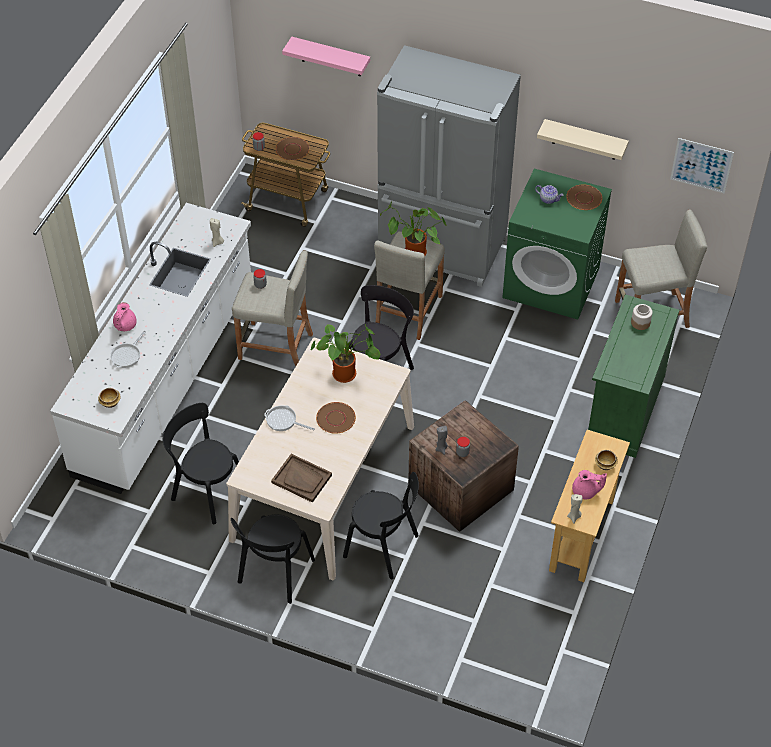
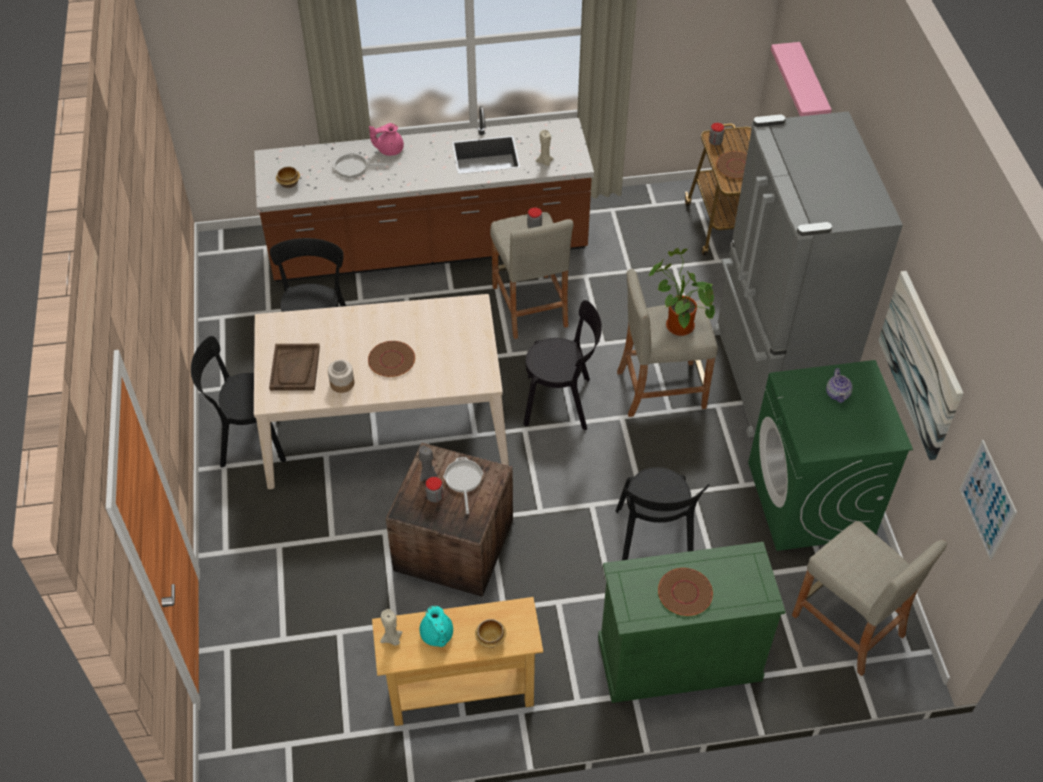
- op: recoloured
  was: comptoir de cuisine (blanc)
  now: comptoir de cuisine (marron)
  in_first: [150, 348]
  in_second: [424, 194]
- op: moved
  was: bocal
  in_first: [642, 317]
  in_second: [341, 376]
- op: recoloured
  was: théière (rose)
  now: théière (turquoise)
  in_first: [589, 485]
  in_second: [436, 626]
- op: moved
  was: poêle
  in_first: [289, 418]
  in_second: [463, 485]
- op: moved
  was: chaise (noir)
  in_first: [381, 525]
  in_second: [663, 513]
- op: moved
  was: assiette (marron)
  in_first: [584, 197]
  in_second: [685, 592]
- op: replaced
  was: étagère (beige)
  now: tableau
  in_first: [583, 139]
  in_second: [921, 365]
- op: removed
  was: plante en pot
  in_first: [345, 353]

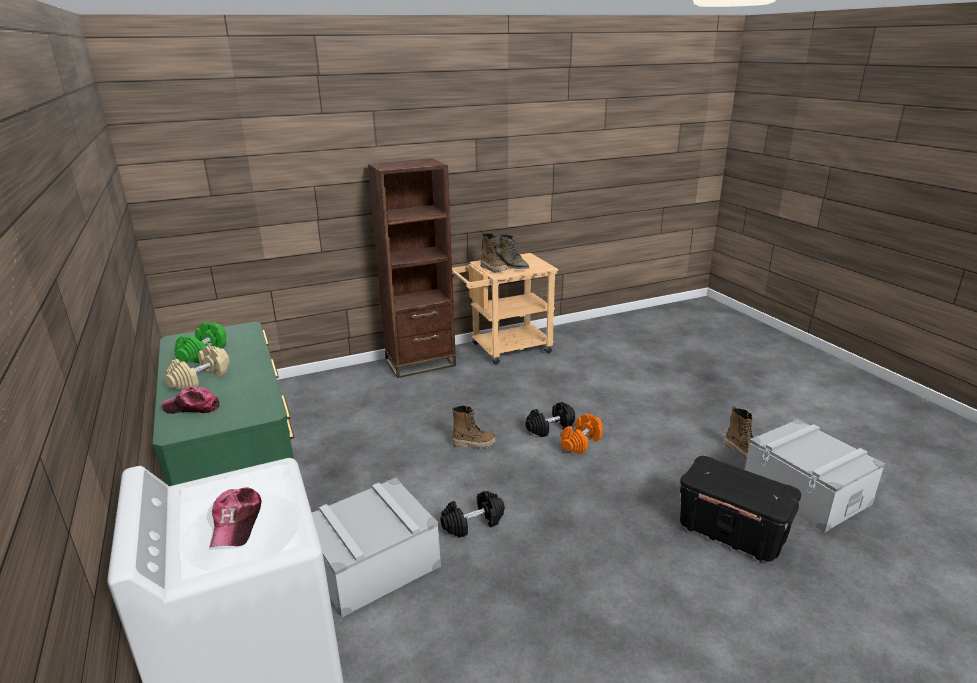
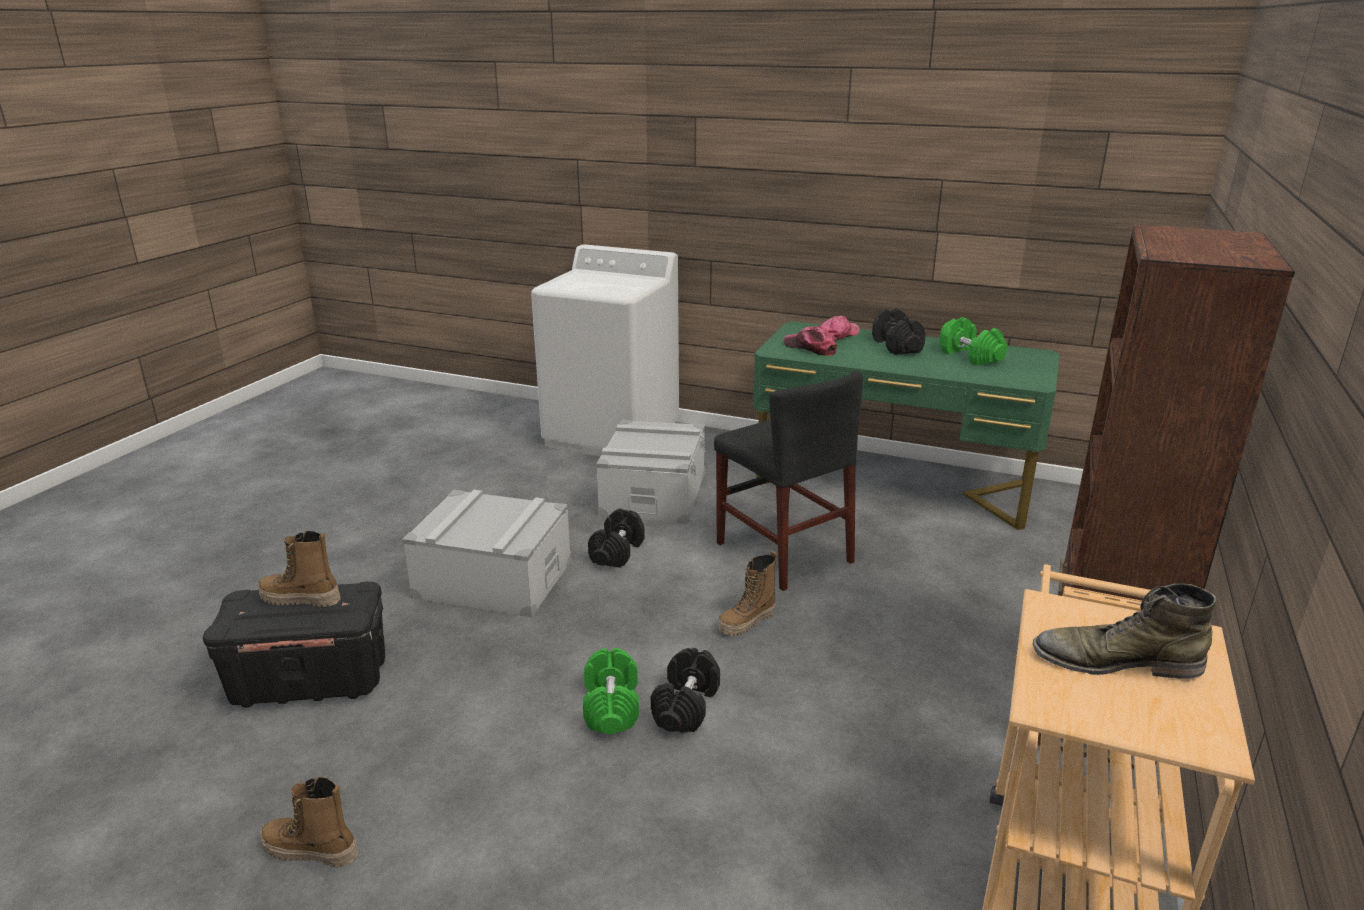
- op: moved
  was: botte
  in_first: [493, 251]
  in_second: [299, 569]
- op: moved
  was: boîte de rangement (gris)
  in_first: [815, 476]
  in_second: [486, 553]
- op: recoloured
  was: haltère (orange)
  now: haltère (vert)
  in_first: [582, 434]
  in_second: [611, 691]
- op: added
  now: chaise (noir)
  in_second: [788, 481]
- op: moved
  was: casquette
  in_first: [236, 517]
  in_second: [810, 341]
- op: recoloured
  was: haltère (beige)
  now: haltère (noir)
  in_first: [197, 367]
  in_second: [899, 331]

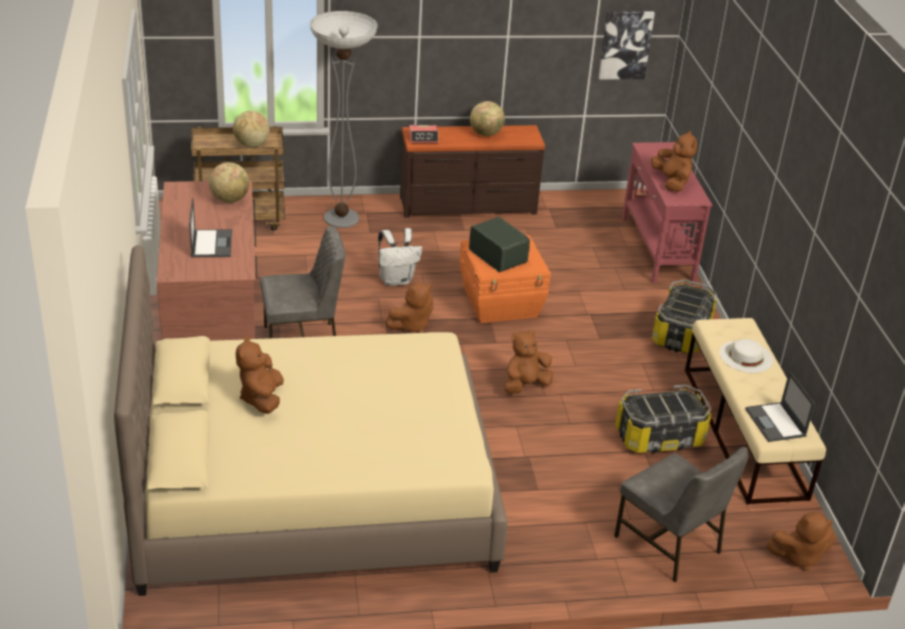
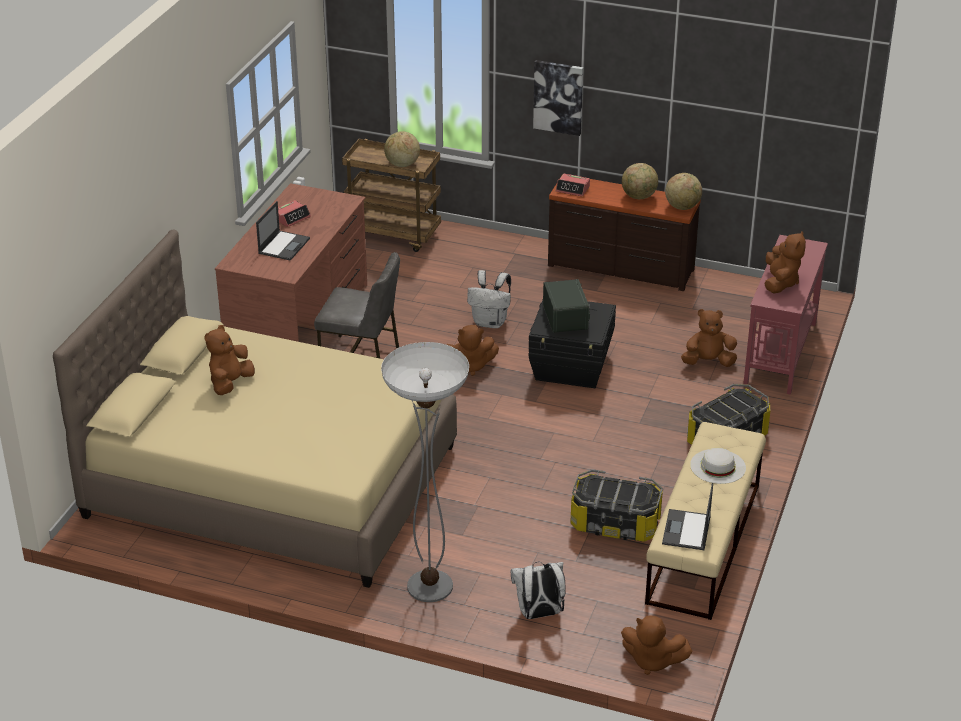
- op: added
  now: réveil
  in_second: [294, 213]
- op: moved
  was: lampadaire
  in_first: [344, 119]
  in_second: [425, 472]
- op: replaced
  was: chaise (gris)
  now: sac à dos (blanc)
  in_first: [681, 514]
  in_second: [538, 590]
- op: recoloured
  was: boîte de rangement (orange)
  now: boîte de rangement (noir)
  in_first: [505, 279]
  in_second: [572, 344]
- op: moved
  was: tableau
  in_first: [627, 45]
  in_second: [558, 98]
- op: moved
  was: globe
  in_first: [229, 182]
  in_second: [683, 191]
- op: moved
  was: peluche (marron)
  in_first: [528, 361]
  in_second: [709, 338]

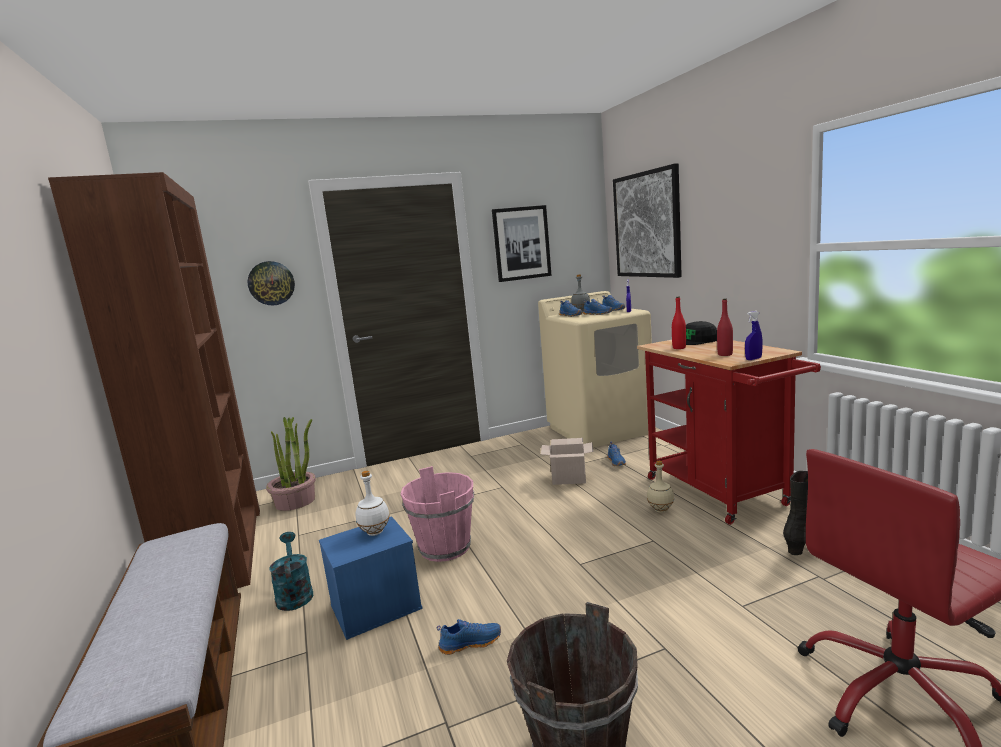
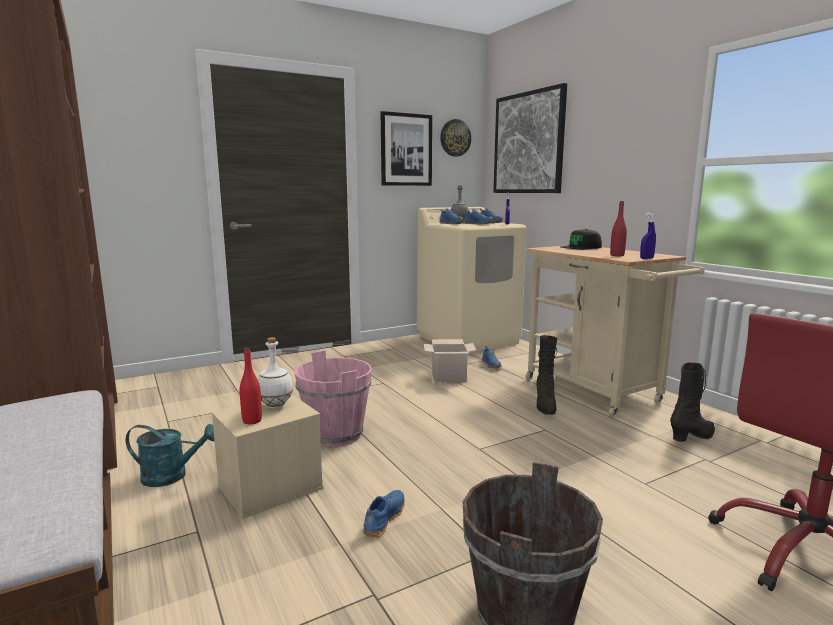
- op: turned
  was: arrosoir (turquoise)
  in_first: [291, 571]
  in_second: [170, 455]
  clockwise: 120
- op: recoloured
  was: boîte de rangement (bleu)
  now: boîte de rangement (beige)
  in_first: [371, 578]
  in_second: [267, 456]
- op: moved
  was: bouteille (rouge)
  in_first: [679, 323]
  in_second: [251, 386]
- op: turned
  was: chaussure (bleu)
  in_first: [469, 637]
  in_second: [384, 513]
  clockwise: -45
- op: moved
  was: horloge murale
  in_first: [271, 283]
  in_second: [455, 138]
- op: recoloured
  was: chariot (rouge)
  now: chariot (beige)
  in_first: [729, 432]
  in_second: [615, 331]
- op: replaced
  was: bouteille (beige)
  now: botte (noir)
  in_first: [660, 487]
  in_second: [546, 375]
- op: removed
  was: plante en pot
  in_first: [291, 464]

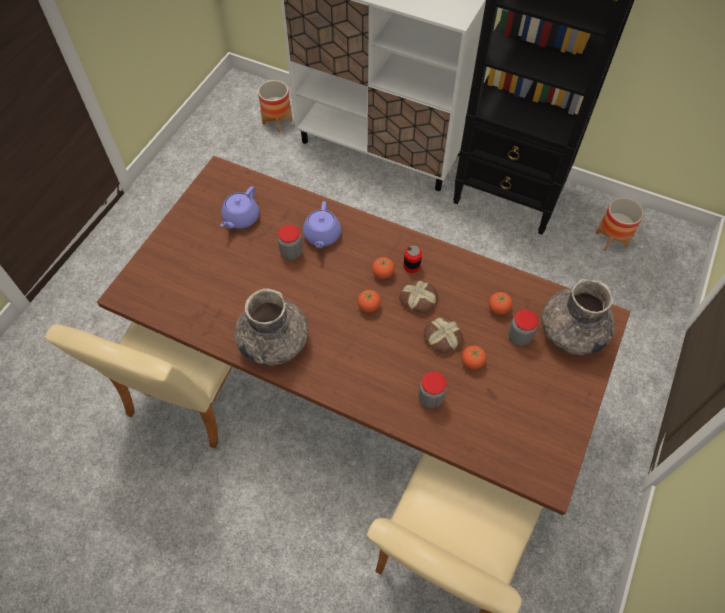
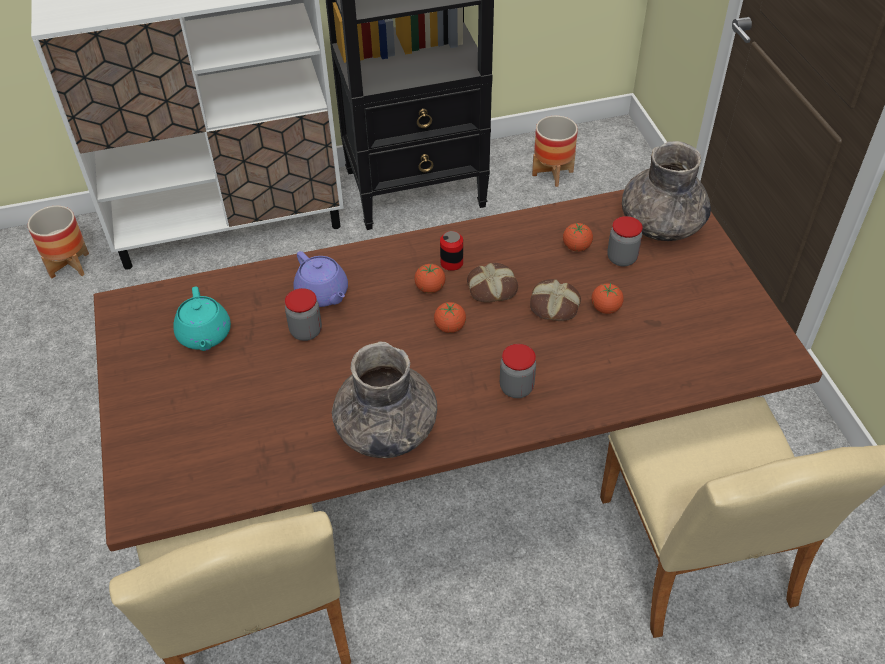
- op: recoloured
  was: théière (violet)
  now: théière (turquoise)
  in_first: [239, 207]
  in_second: [202, 318]
- op: moved
  was: bocal
  in_first: [432, 389]
  in_second: [518, 371]

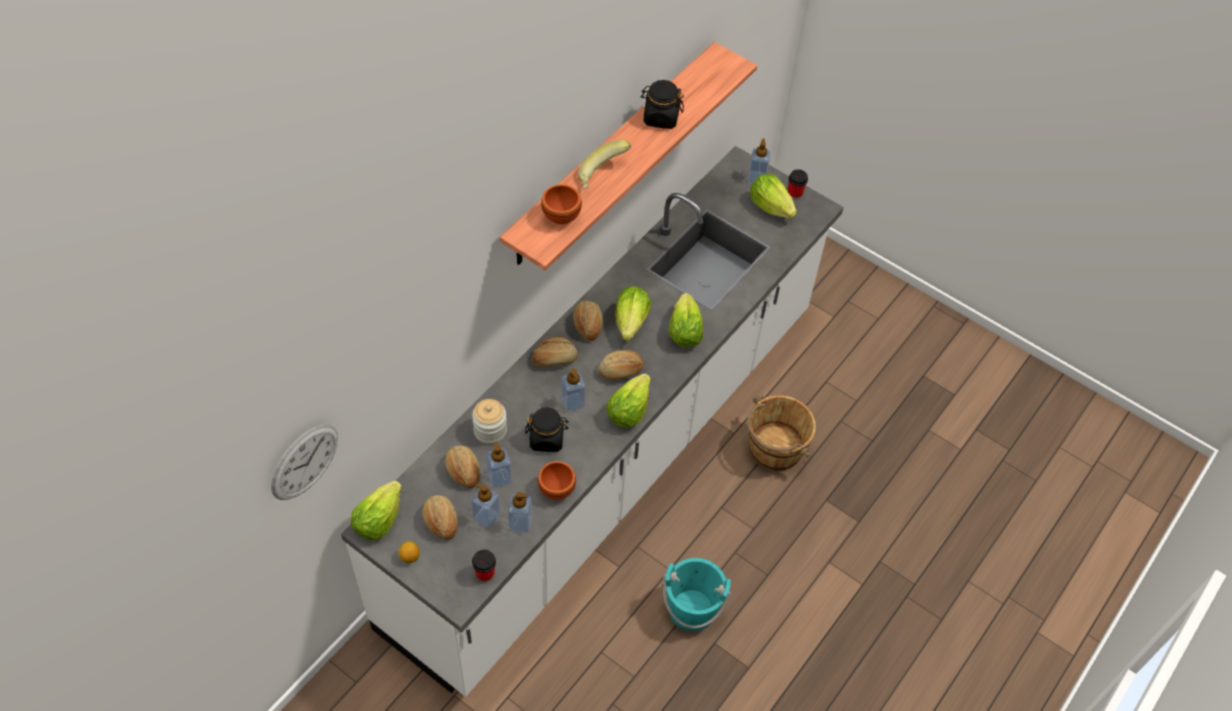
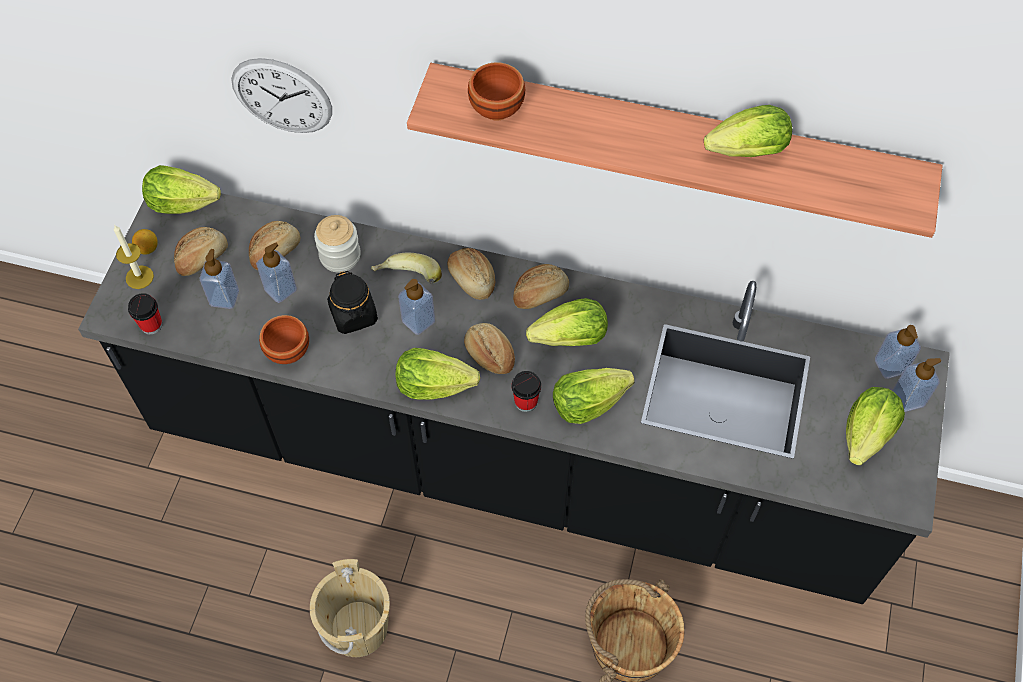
- op: recoloured
  was: comptoir de cuisine (blanc)
  now: comptoir de cuisine (noir)
  in_first: [592, 421]
  in_second: [514, 398]
- op: added
  now: bougie
  in_second: [134, 257]
- op: moved
  was: horloge murale
  in_first: [304, 462]
  in_second: [281, 95]
- op: recoloured
  was: seau (turquoise)
  now: seau (beige)
  in_first: [697, 595]
  in_second: [350, 608]
- op: moved
  was: banane
  in_first: [604, 164]
  in_second: [406, 268]
- op: moved
  was: tasse
  in_first: [798, 184]
  in_second: [526, 391]
- op: replaced
  was: bocal (noir)
  now: laitue
  in_first: [662, 104]
  in_second: [748, 131]
- op: moved
  was: distributeur de savon
  in_first: [520, 512]
  in_second: [898, 352]

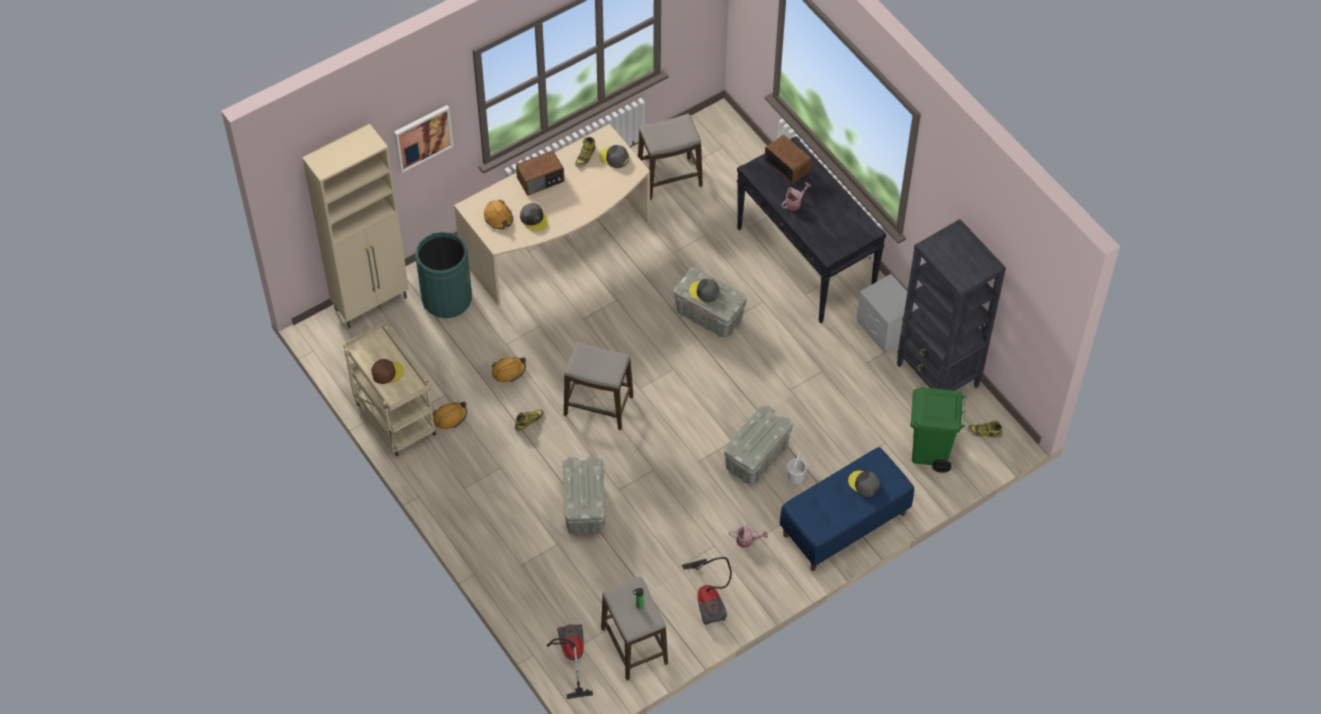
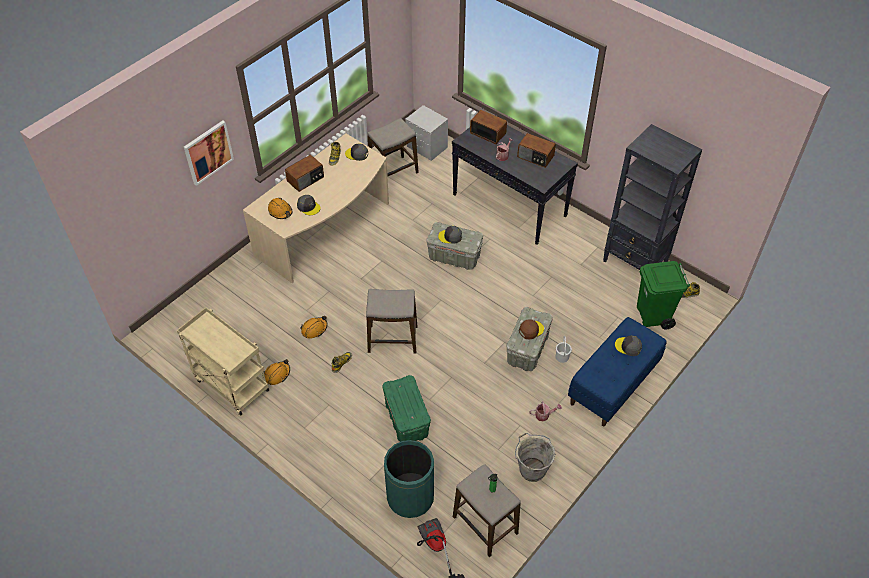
- op: recoloured
  was: boîte de rangement (gris)
  now: boîte de rangement (vert)
  in_first: [584, 496]
  in_second: [406, 408]
- op: moved
  was: poubelle (vert)
  in_first: [444, 275]
  in_second: [409, 479]
- op: moved
  was: table de chevet (gris)
  in_first: [888, 313]
  in_second: [426, 133]
- op: replaced
  was: aspirateur
  now: seau (gris)
  in_first: [707, 591]
  in_second: [535, 457]
- op: added
  now: radio
  in_second: [536, 150]
- op: moved
  was: casquette (marron)
  in_first: [387, 371]
  in_second: [531, 329]
- op: removed
  was: meuble de rangement (beige)
  in_first: [355, 226]

